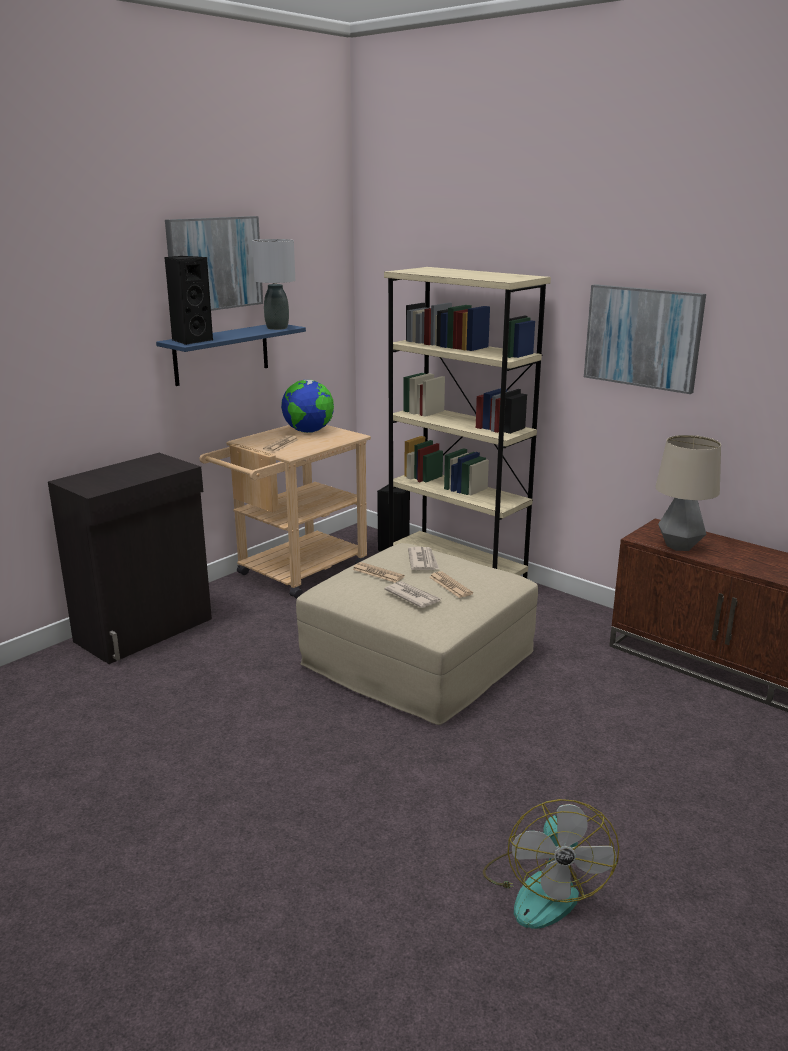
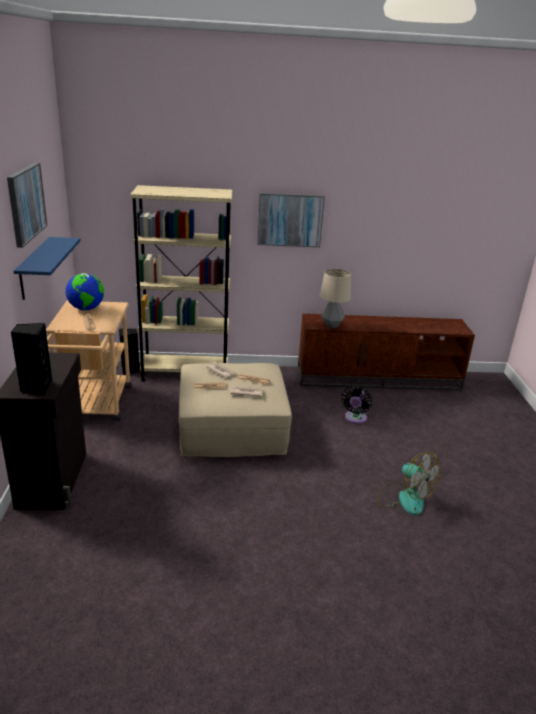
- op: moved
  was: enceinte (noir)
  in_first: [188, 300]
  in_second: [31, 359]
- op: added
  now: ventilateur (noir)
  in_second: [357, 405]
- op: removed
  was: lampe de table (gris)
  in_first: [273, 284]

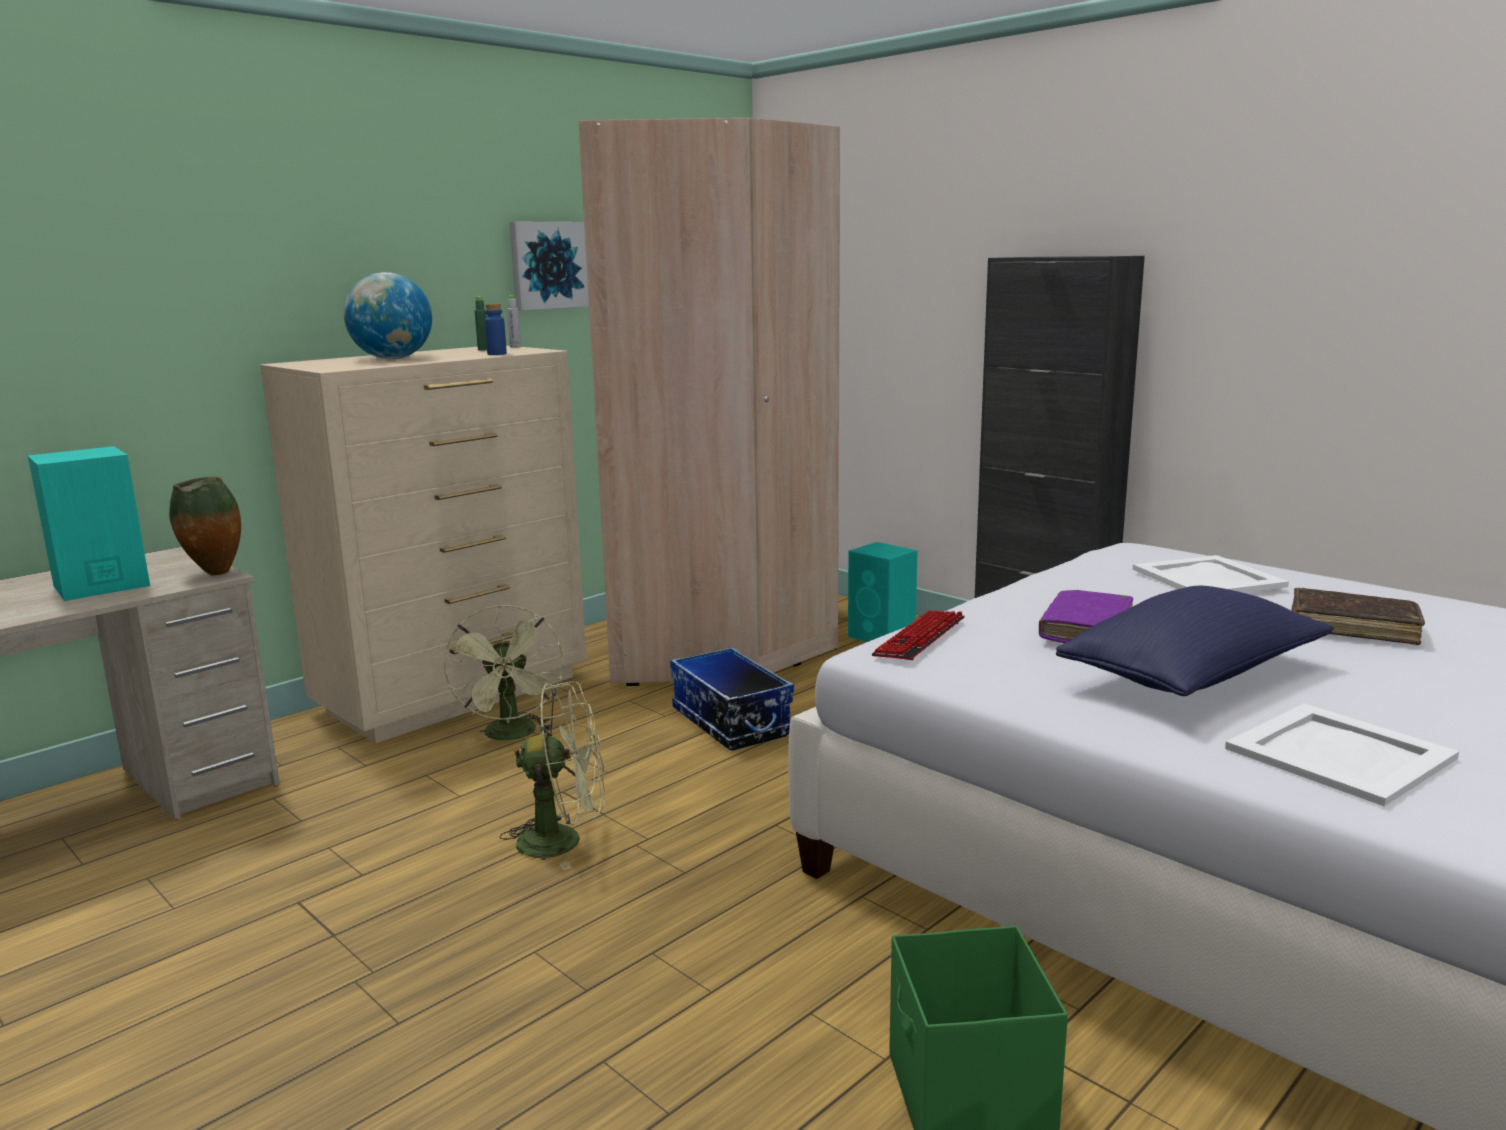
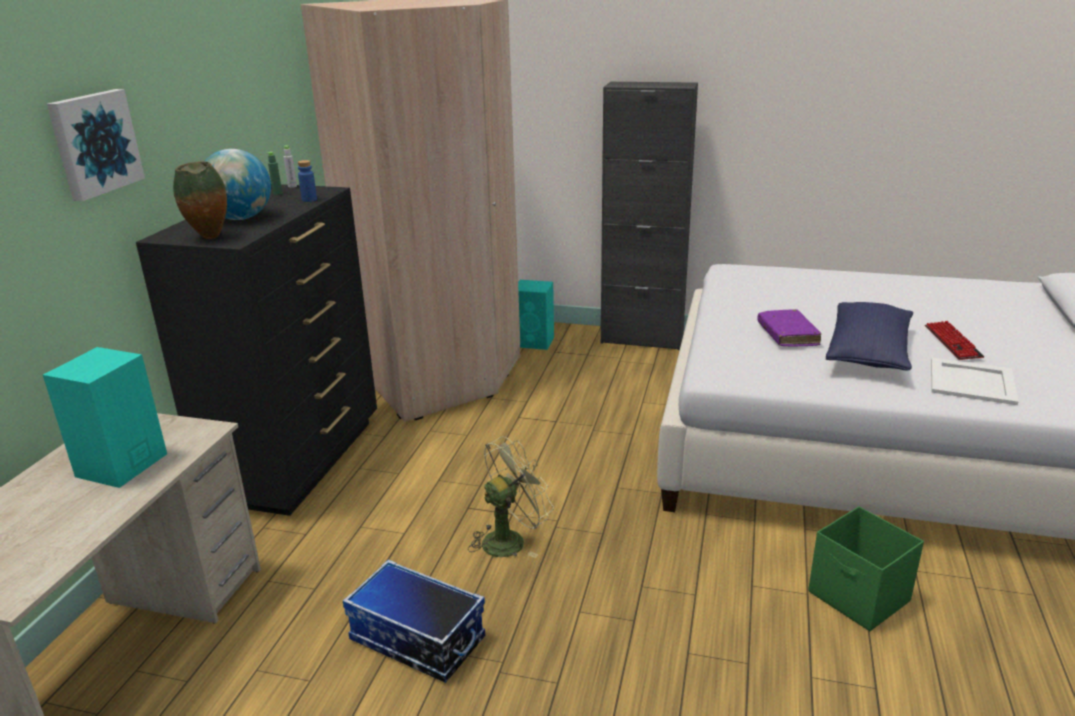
- op: moved
  was: tableau
  in_first: [549, 266]
  in_second: [96, 145]
- op: recoloured
  was: commode (beige)
  now: commode (noir)
  in_first: [423, 544]
  in_second: [256, 350]
- op: moved
  was: vase
  in_first: [205, 526]
  in_second: [200, 200]
- op: moved
  was: boîte de rangement
  in_first: [732, 698]
  in_second: [414, 621]
- op: moved
  was: clavier
  in_first: [918, 635]
  in_second: [955, 340]
- op: removed
  was: ventilateur (vert)
  in_first: [503, 673]
- op: removed
  was: plateau (blanc)
  in_first: [1211, 574]
- op: removed
  was: livre (marron)
  in_first: [1358, 616]

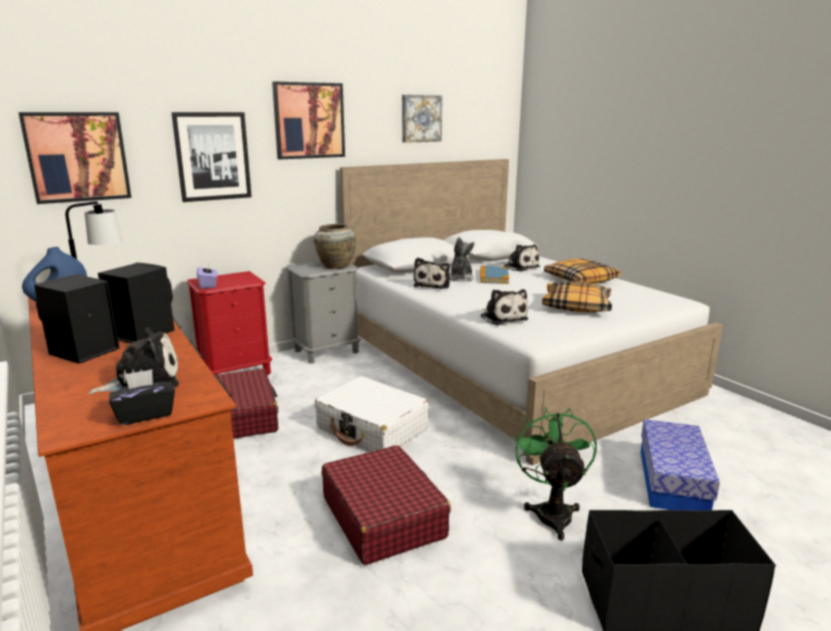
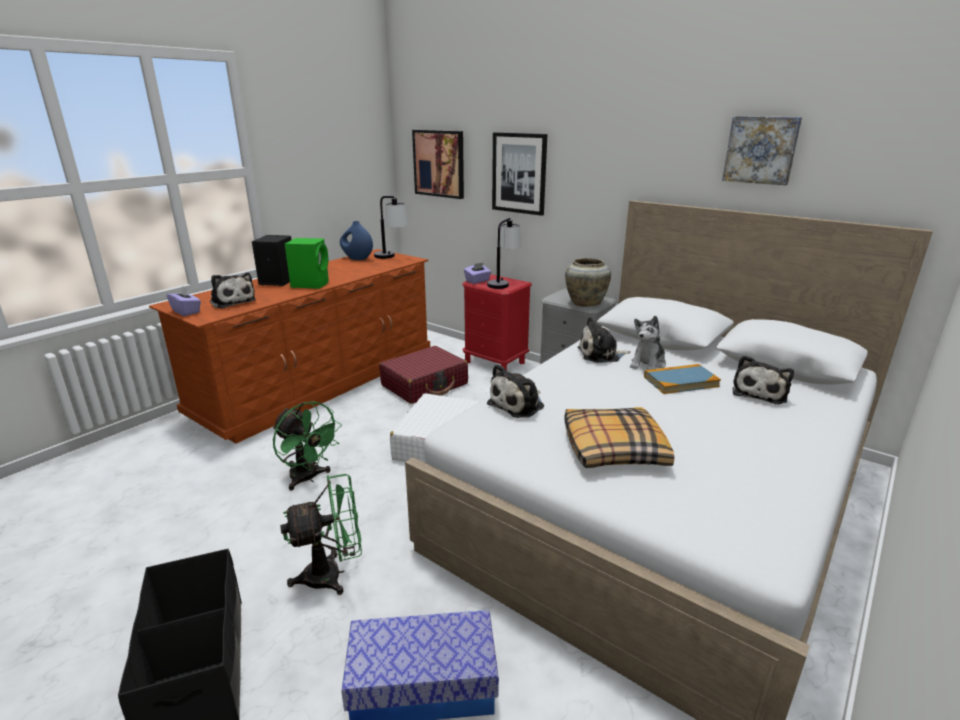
- op: recoloured
  was: boîte à mouchoirs (noir)
  now: boîte à mouchoirs (violet)
  in_first: [142, 397]
  in_second: [184, 301]
- op: replaced
  was: valise (rouge)
  now: ventilateur (vert)
  in_first: [386, 505]
  in_second: [307, 446]
- op: recoloured
  was: enceinte (noir)
  now: enceinte (vert)
  in_first: [136, 303]
  in_second: [307, 263]
- op: added
  now: lampe de table
  in_second: [504, 253]
- op: turned
  was: peluche
  in_first: [462, 259]
  in_second: [648, 343]
  clockwise: 150
- op: removed
  was: tableau
  in_first: [308, 120]
- op: removed
  was: coussin
  in_first: [582, 271]

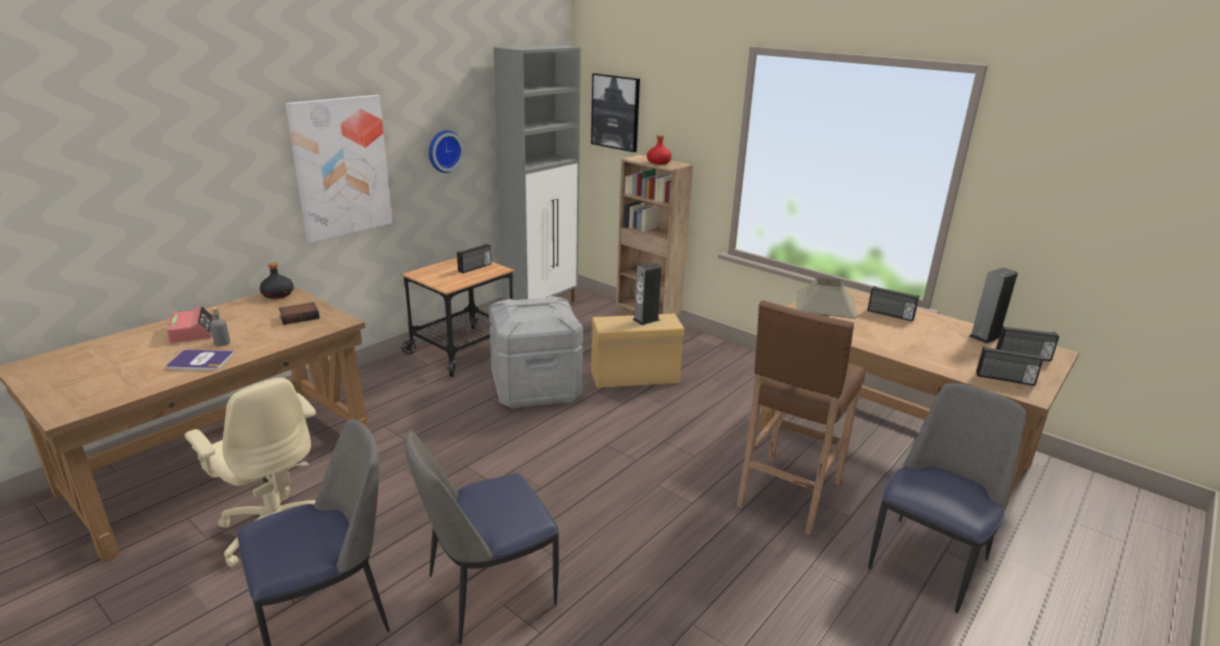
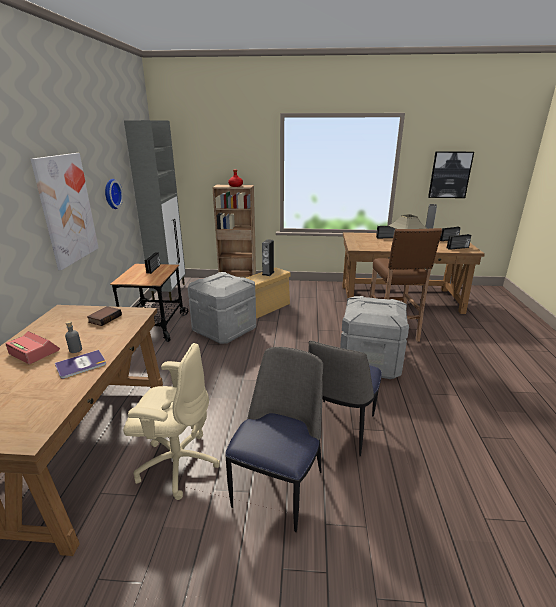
- op: added
  now: boîte de rangement (gris)
  in_second: [374, 337]
- op: moved
  was: tableau
  in_first: [615, 112]
  in_second: [451, 174]
- op: removed
  was: bouteille (noir)
  in_first: [277, 281]
- op: removed
  was: chaise
  in_first: [947, 498]

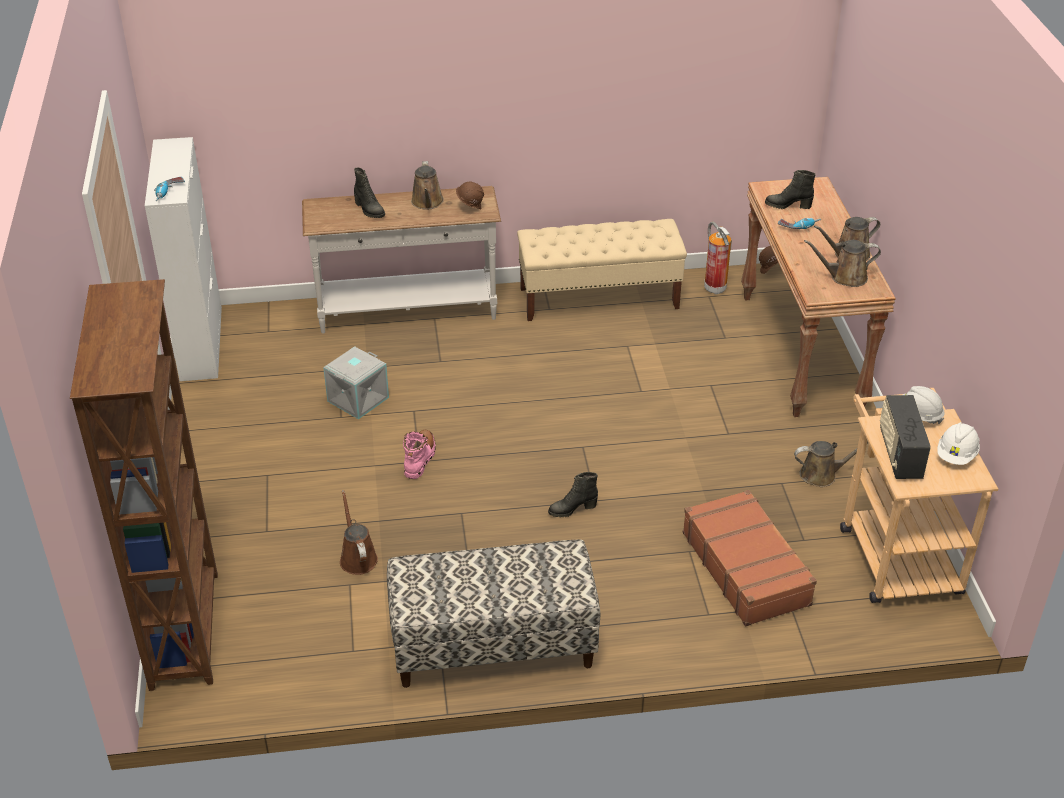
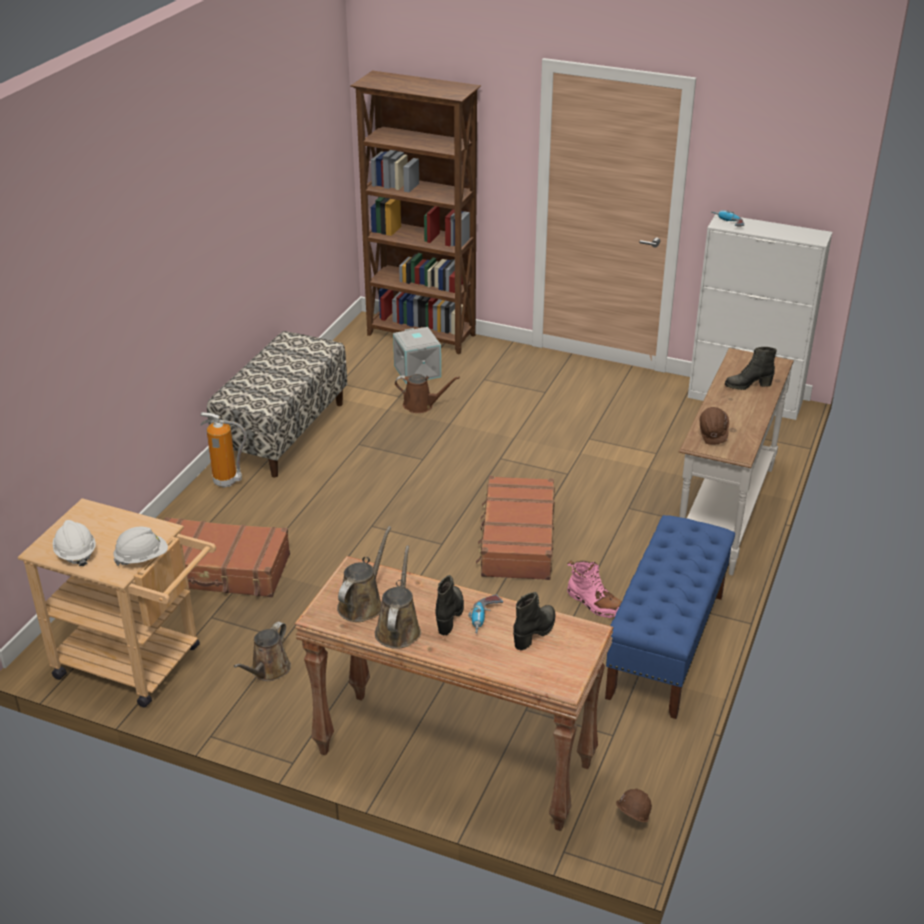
- op: moved
  was: extincteur
  in_first: [718, 257]
  in_second: [223, 449]
- op: moved
  was: boîte de rangement (gris)
  in_first: [356, 382]
  in_second: [417, 355]
- op: moved
  was: botte (noir)
  in_first: [573, 494]
  in_second: [449, 605]
- op: added
  now: valise (marron)
  in_second: [515, 528]
- op: moved
  was: botte (rose)
  in_first: [419, 454]
  in_second: [594, 589]
- op: recoloured
  was: banc (beige)
  now: banc (bleu)
  in_first: [602, 270]
  in_second: [670, 617]
- op: removed
  was: arrosoir (marron)
  in_first: [427, 185]
- op: removed
  was: radio
  in_first: [905, 437]

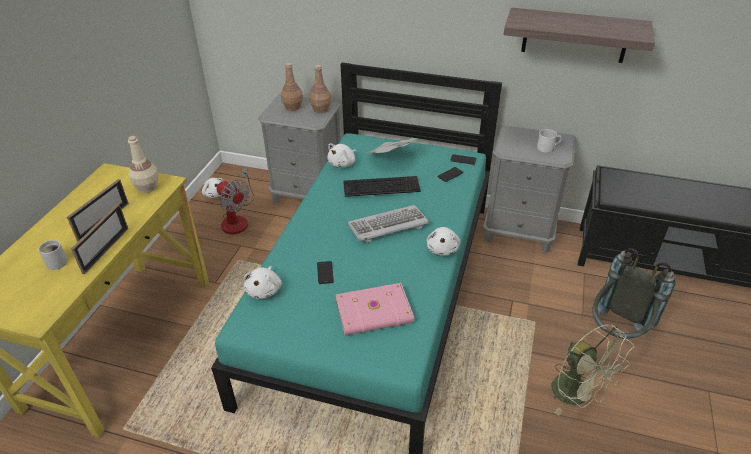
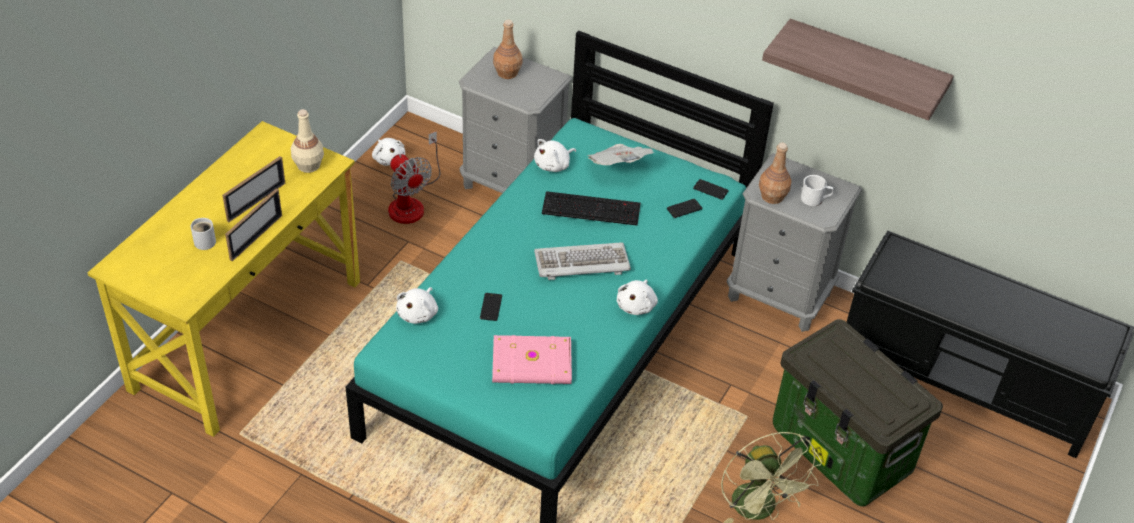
- op: moved
  was: bouteille (marron)
  in_first: [320, 89]
  in_second: [775, 173]
- op: replaced
  was: sac à dos (gris)
  now: boîte de rangement
  in_first: [634, 293]
  in_second: [858, 412]

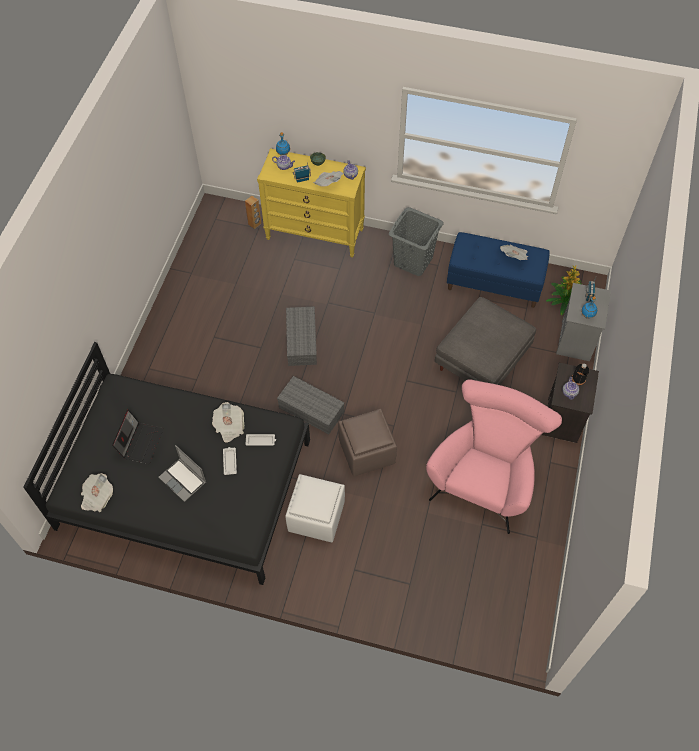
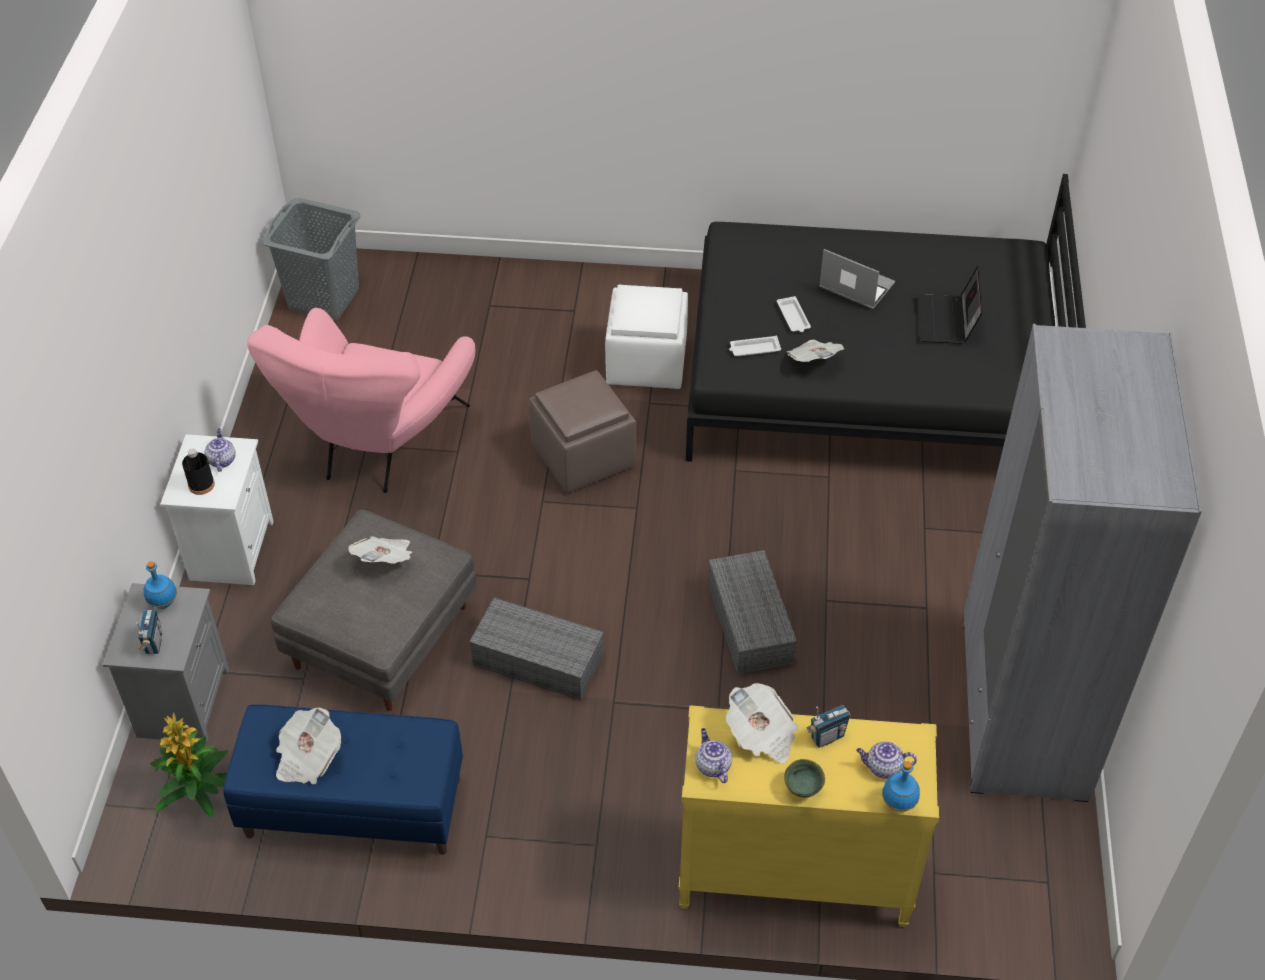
- op: recoloured
  was: table de chevet (noir)
  now: table de chevet (blanc)
  in_first: [570, 403]
  in_second: [217, 509]
- op: moved
  was: panier à linge (gris)
  in_first: [416, 241]
  in_second: [310, 259]
- op: moved
  was: journal
  in_first: [97, 492]
  in_second: [380, 550]
- op: moved
  was: boîte de rangement (gris)
  in_first: [311, 405]
  in_second: [536, 648]
- op: added
  now: armoire (gris)
  in_second: [1082, 563]
- op: removed
  was: enceinte (marron)
  in_first: [253, 212]

